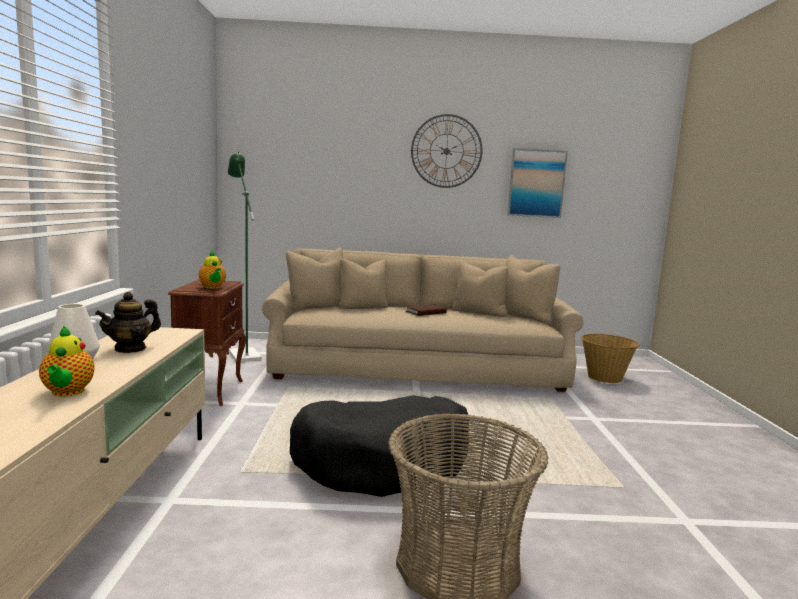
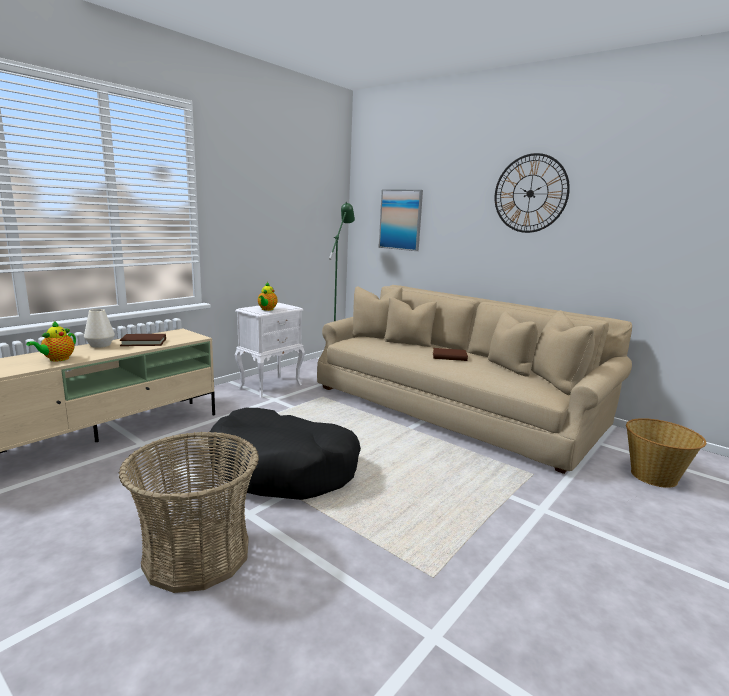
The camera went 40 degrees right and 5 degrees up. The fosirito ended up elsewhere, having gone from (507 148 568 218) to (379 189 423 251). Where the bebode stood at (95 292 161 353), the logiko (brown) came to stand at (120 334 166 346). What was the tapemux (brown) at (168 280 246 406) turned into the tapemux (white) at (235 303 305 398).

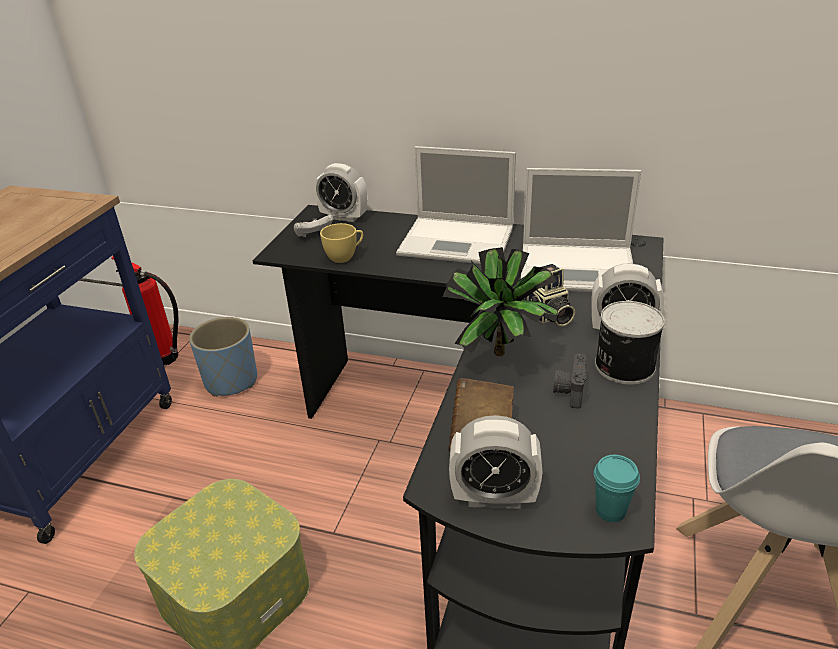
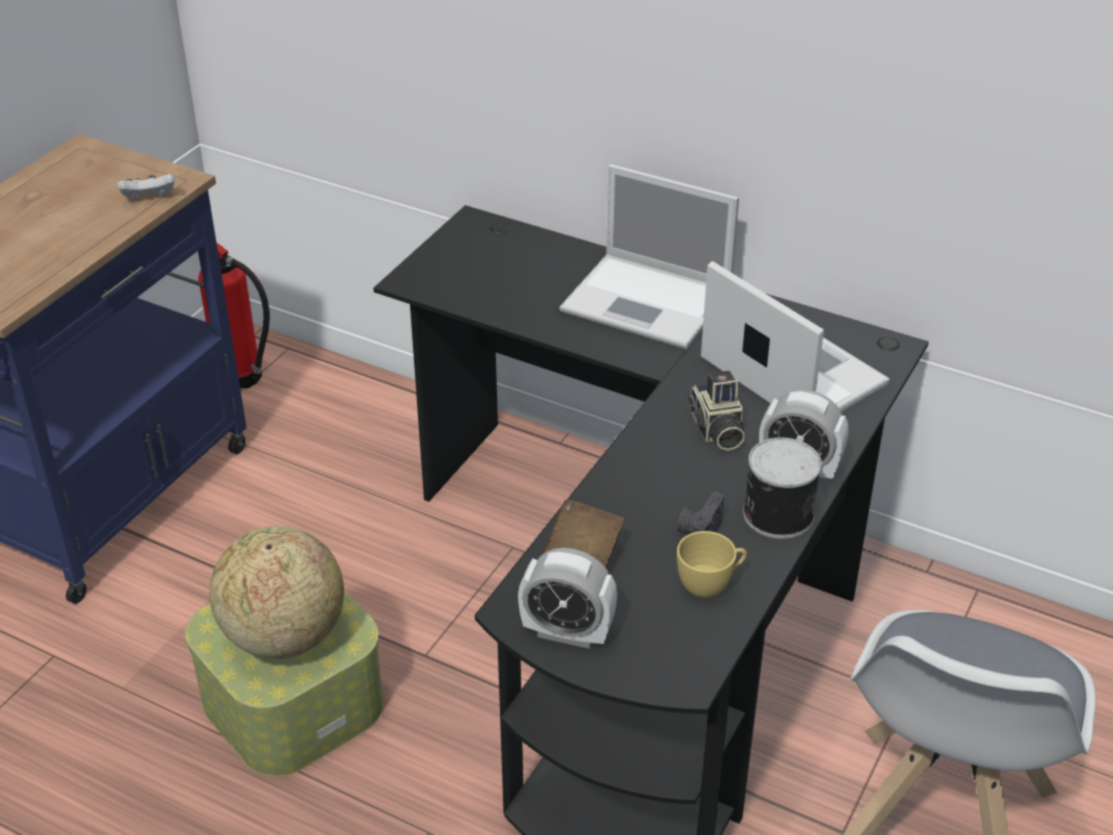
The camera went 10 degrees right and 5 degrees up. The second view lost the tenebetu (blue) at (189 317 257 397). The second view lost the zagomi at (315 163 367 222). The second view lost the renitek at (443 247 559 356). The second view lost the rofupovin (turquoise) at (594 455 640 522). The second view gained the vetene at (209 526 344 659). The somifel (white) ended up elsewhere, having gone from (294 215 333 238) to (117 174 175 200). The rofupovin (yellow) ended up elsewhere, having gone from (320 223 363 263) to (677 531 747 598). The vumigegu at (521 168 641 292) ended up facing another way, 150 degrees counterclockwise from before.

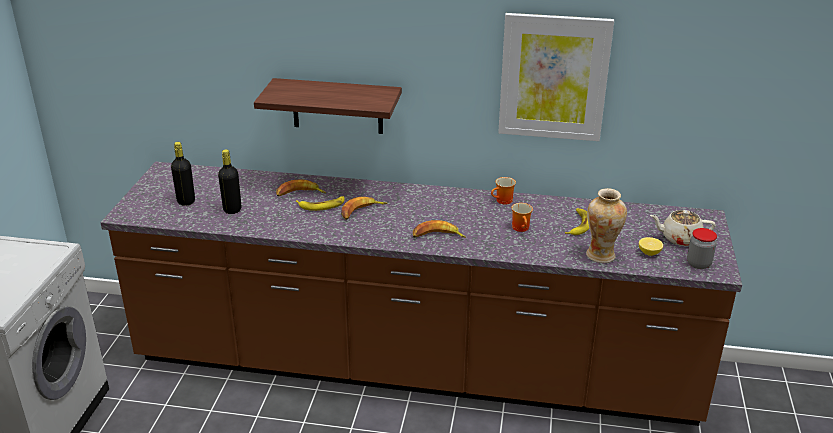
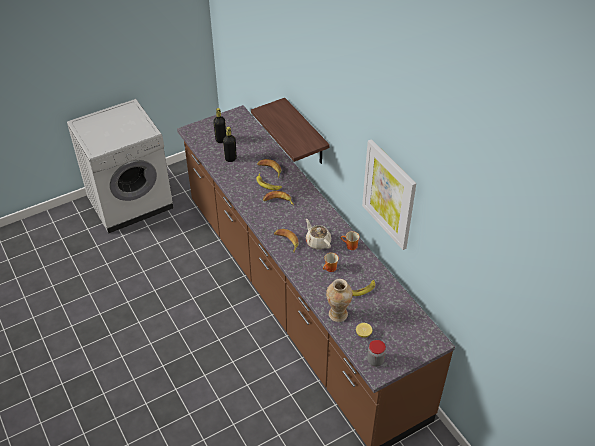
The camera went 50 degrees right and 15 degrees up. The bebode (beige) ended up elsewhere, having gone from (650 210 716 246) to (306 219 331 249).

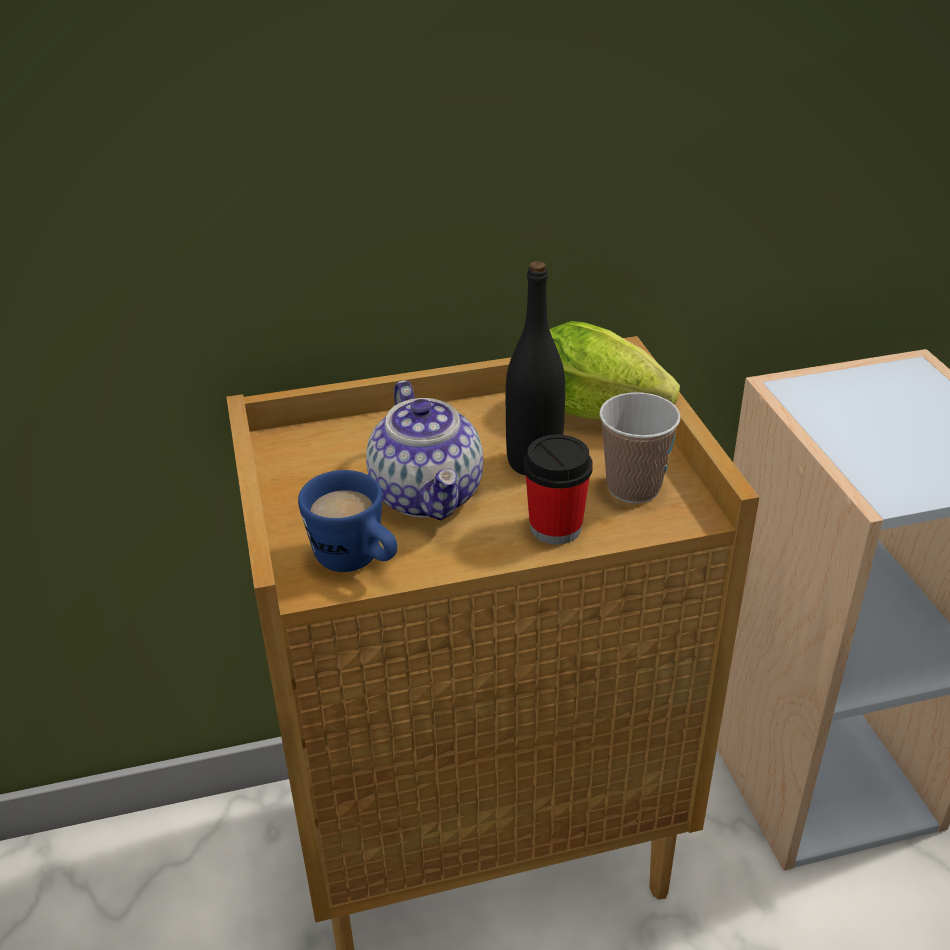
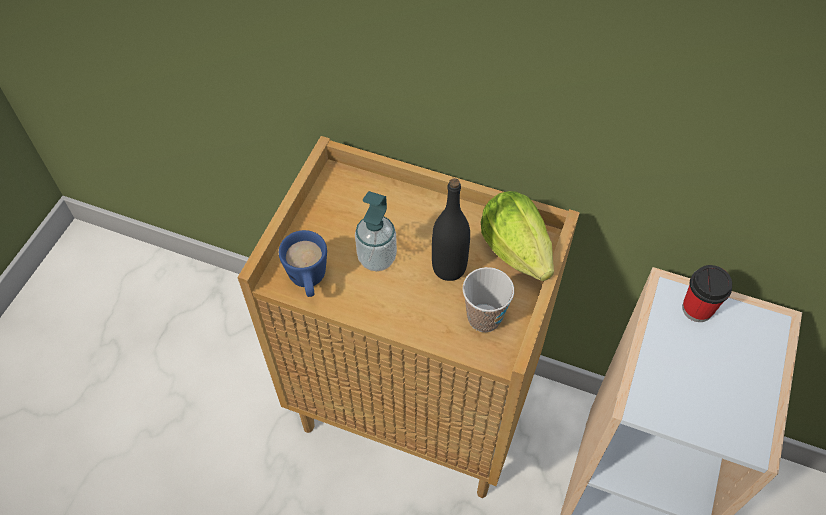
The camera went 35 degrees right and 20 degrees up. The rofupovin ended up elsewhere, having gone from (523 435 593 545) to (682 265 732 322). Where the bebode stood at (366 380 483 521), the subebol came to stand at (355 191 397 271).

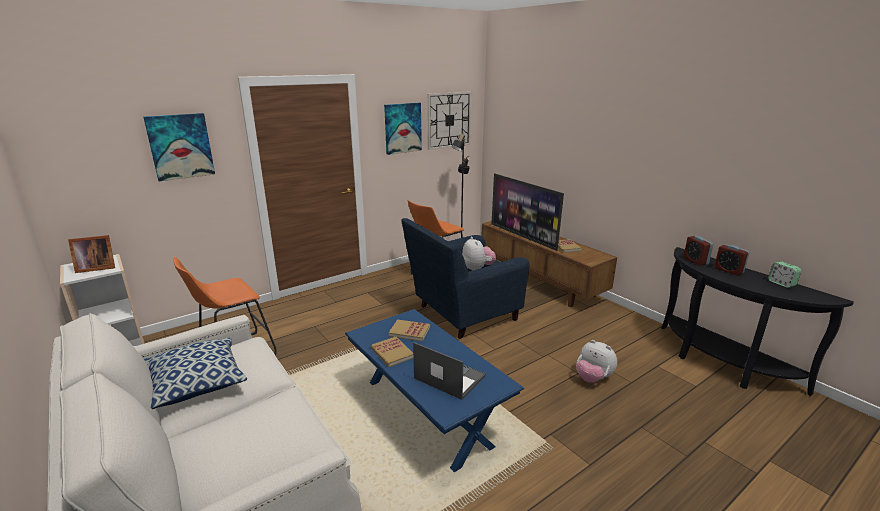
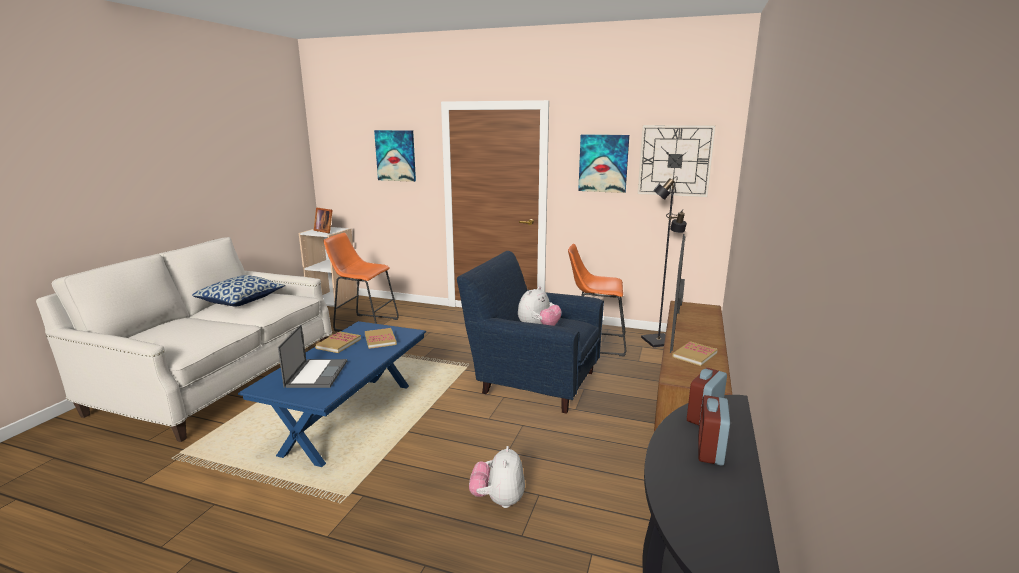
The camera went 55 degrees right and 5 degrees down. The second view lost the zagomi at (768 261 801 288).

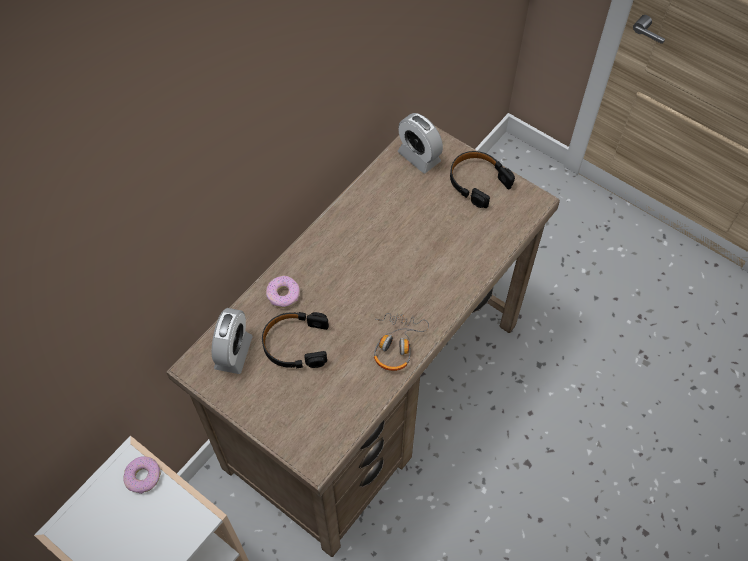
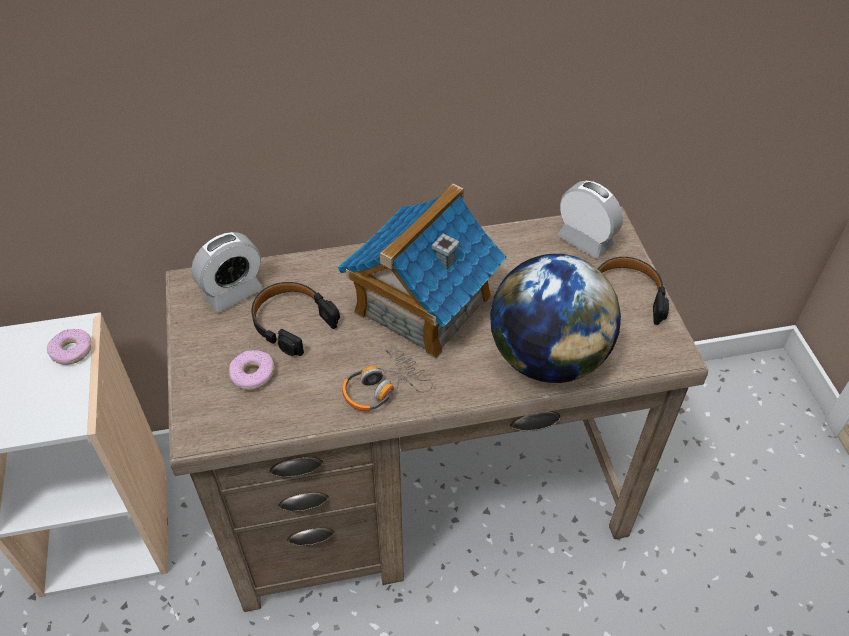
The camera went 40 degrees right and 10 degrees down. The second view gained the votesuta at (338 184 507 359). The second view gained the vetene at (490 254 621 383). The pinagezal ended up elsewhere, having gone from (266 276 300 308) to (229 350 275 390). The zagomi at (398 113 443 173) ended up facing another way, 135 degrees clockwise from before.

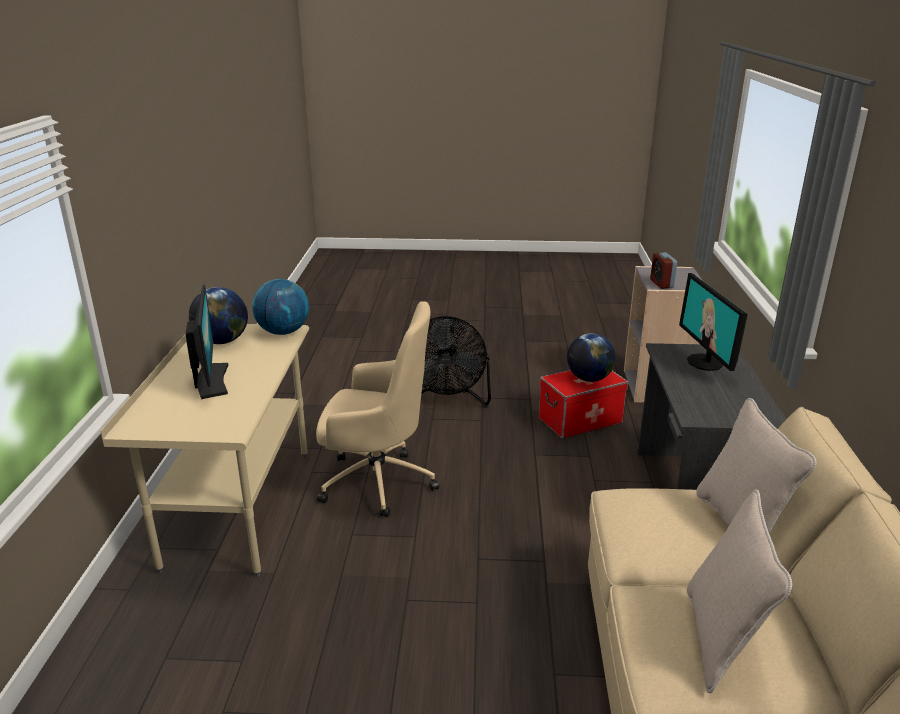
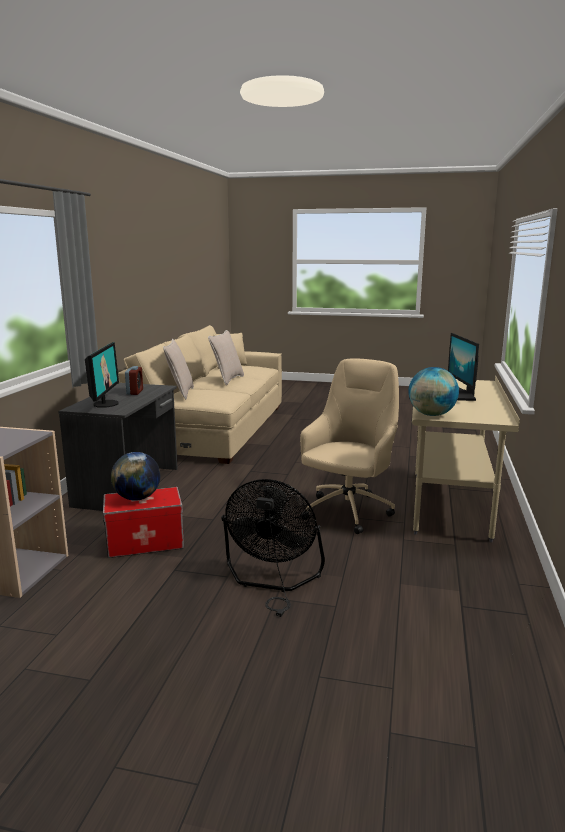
The camera went 170 degrees left and 10 degrees down. The second view lost the vetene at (189 287 248 344). The zagomi ended up elsewhere, having gone from (650 252 677 289) to (125 366 143 395). The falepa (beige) at (316 301 439 517) ended up facing another way, 105 degrees clockwise from before.

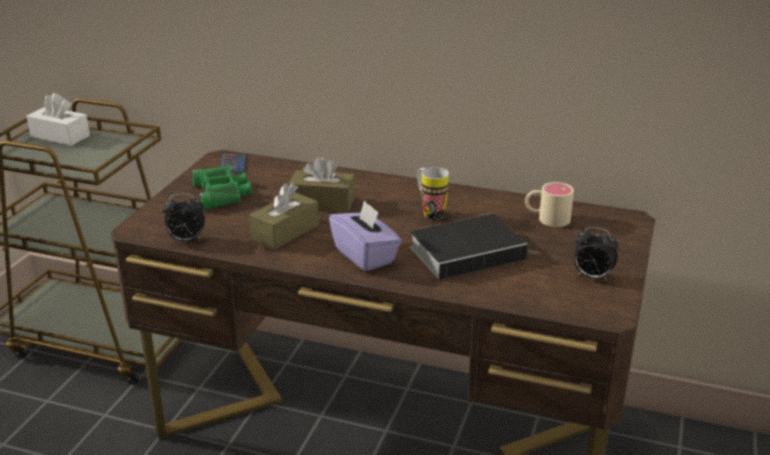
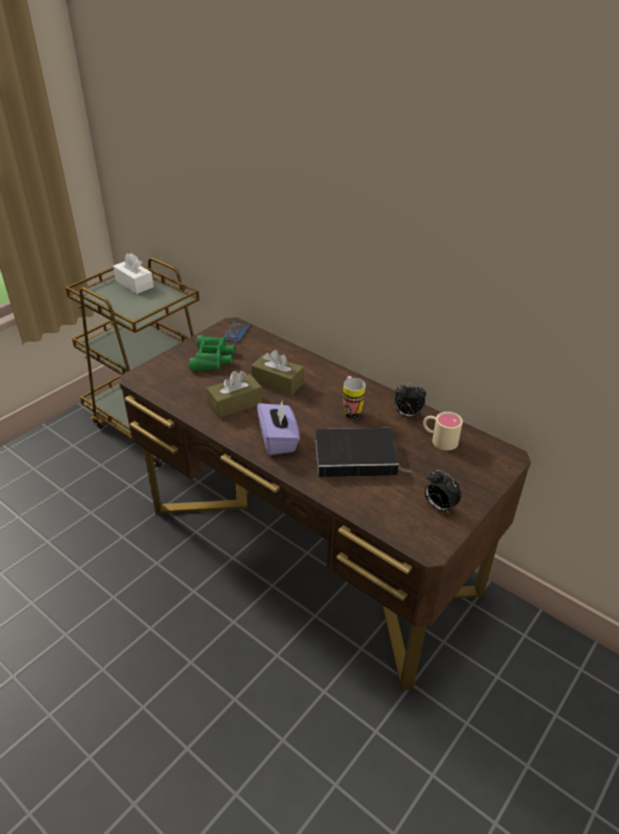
The camera went 20 degrees right and 10 degrees up. The zagomi ended up elsewhere, having gone from (162 194 205 243) to (395 383 426 418).

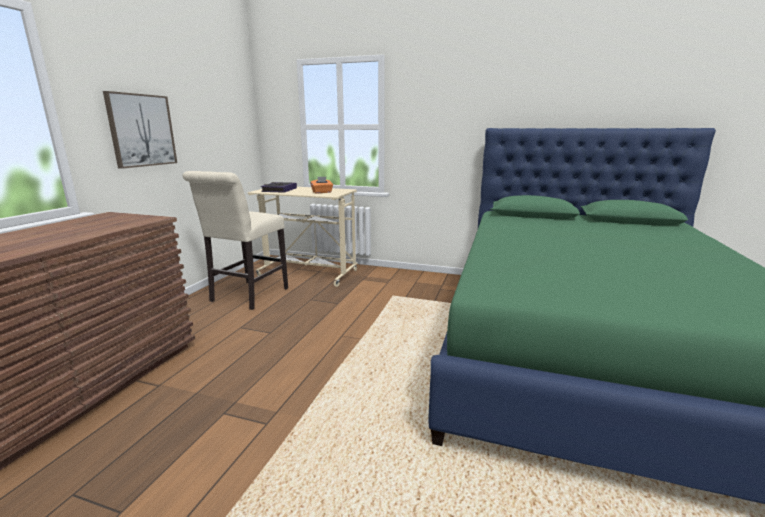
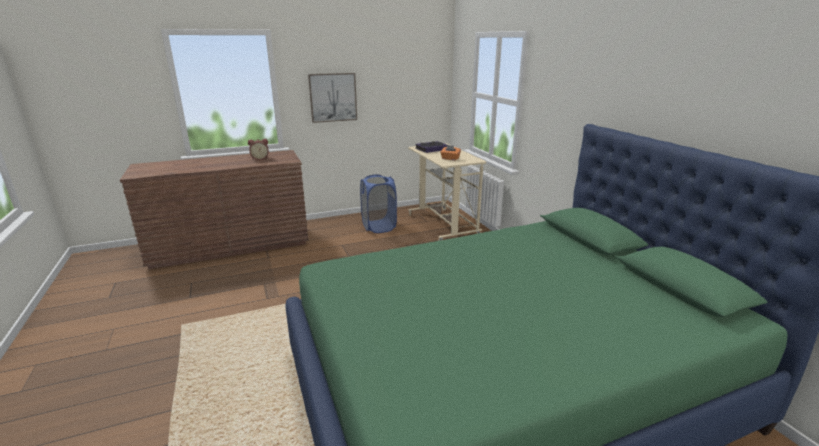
The camera went 50 degrees right and 5 degrees up. The second view gained the zagomi at (248 139 269 160). Where the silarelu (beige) stood at (183 171 288 310), the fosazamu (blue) came to stand at (360 175 397 233).

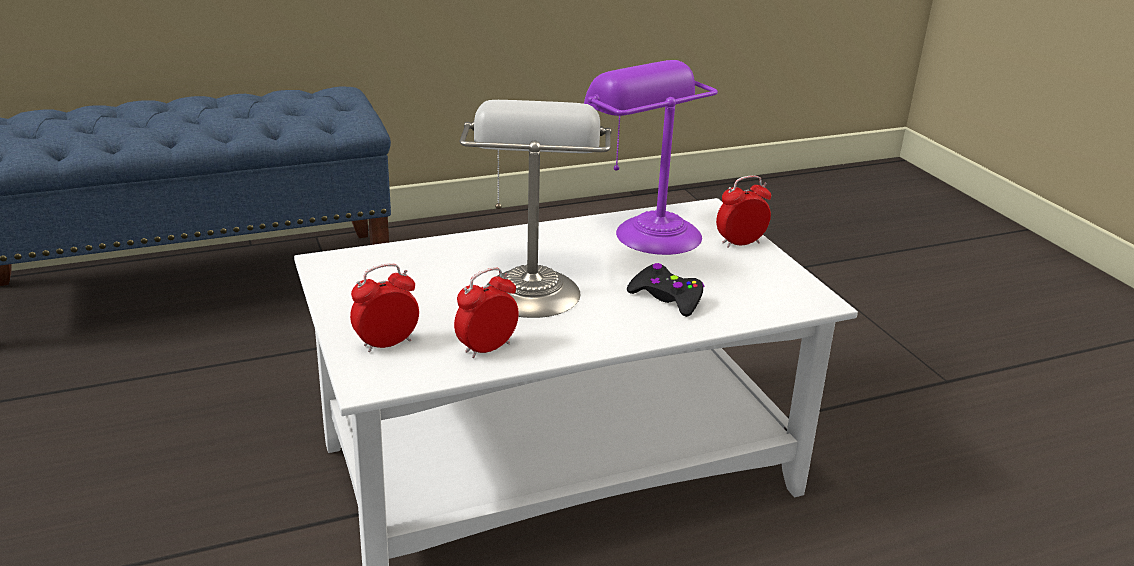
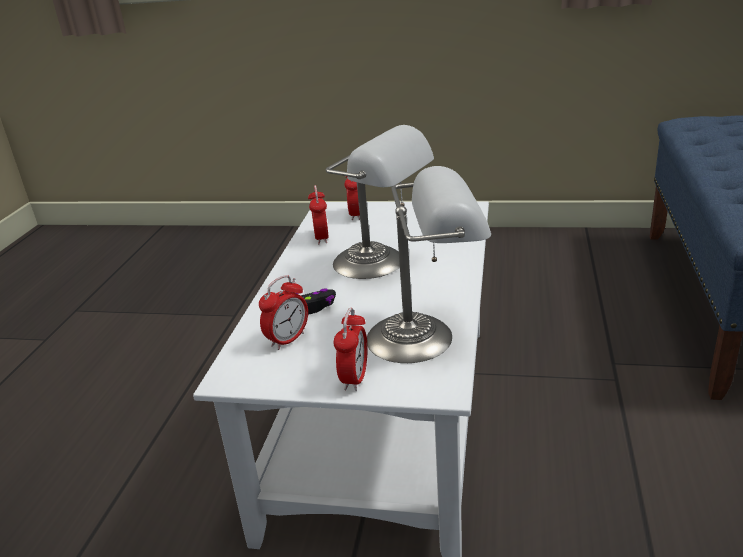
The camera went 125 degrees right and 0 degrees up. The second view gained the zagomi at (259 275 308 350). What was the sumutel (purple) at (584 60 718 255) turned into the sumutel (white) at (367 166 491 363).

